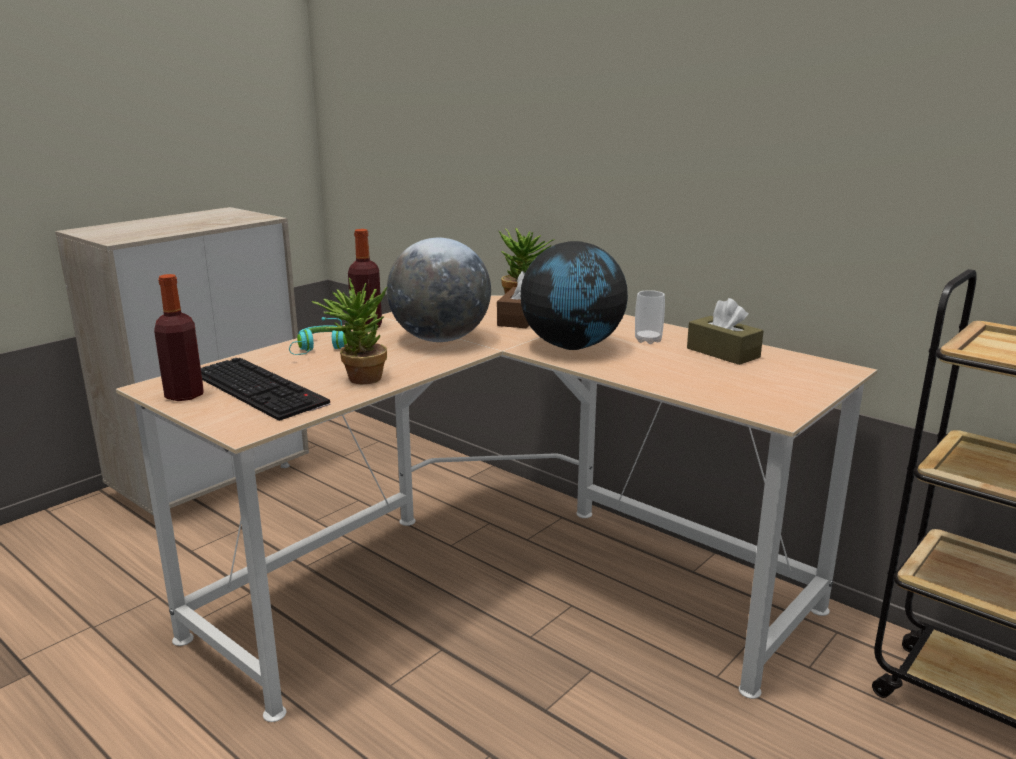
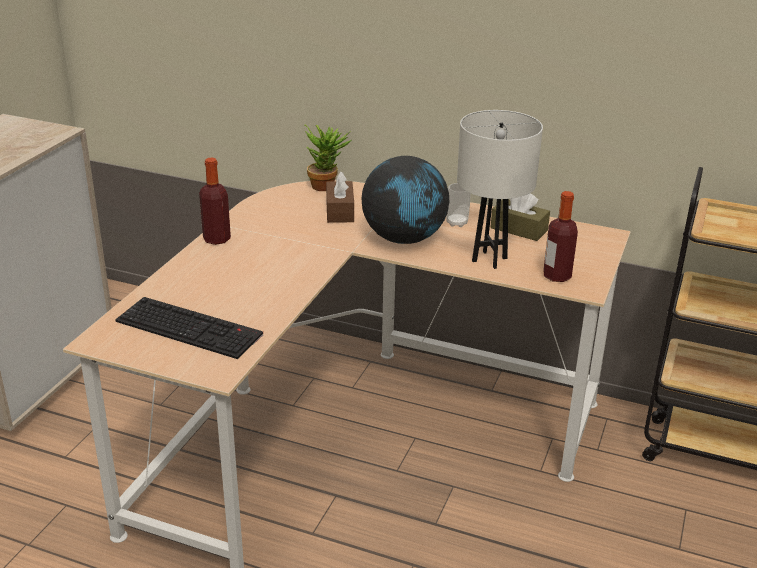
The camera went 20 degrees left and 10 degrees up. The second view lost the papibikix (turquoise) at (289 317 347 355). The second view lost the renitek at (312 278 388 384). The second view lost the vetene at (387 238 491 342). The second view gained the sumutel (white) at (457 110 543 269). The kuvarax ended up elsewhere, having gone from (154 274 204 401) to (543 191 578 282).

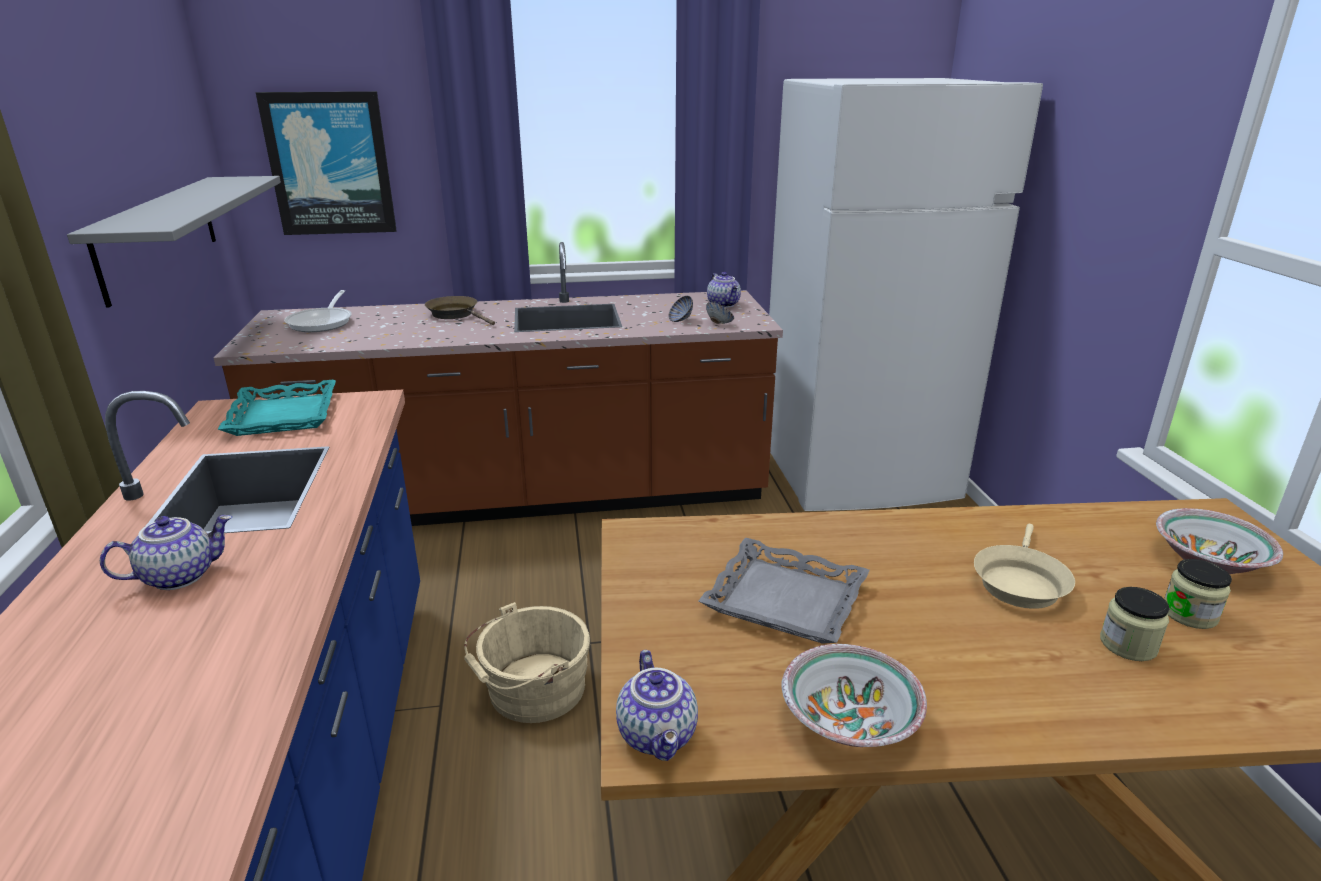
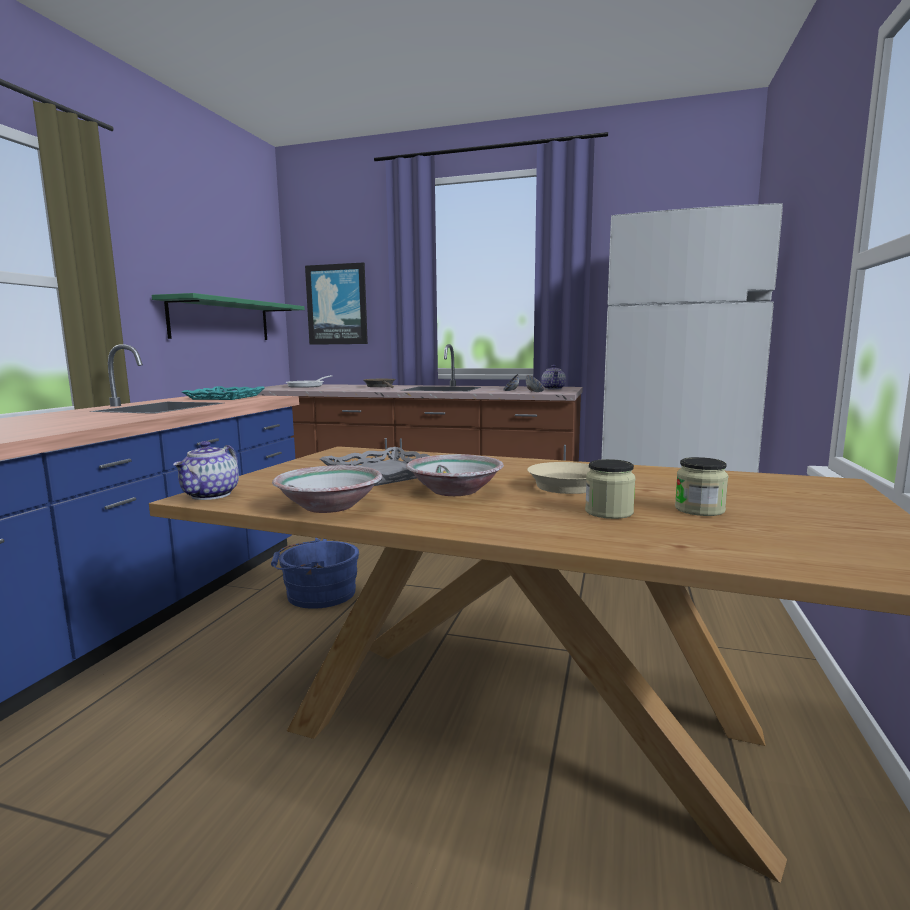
The camera went 25 degrees right and 15 degrees down. The second view lost the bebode at (100 515 232 590). The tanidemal ended up elsewhere, having gone from (1156 508 1283 574) to (406 454 504 496). What was the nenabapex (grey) at (67 176 281 308) turned into the nenabapex (green) at (152 293 305 340). What was the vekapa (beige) at (464 602 590 723) turned into the vekapa (blue) at (271 538 359 609).

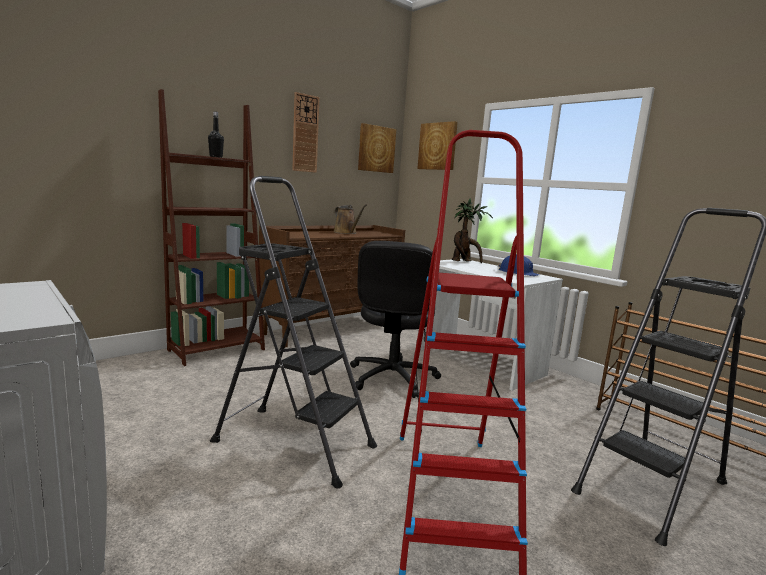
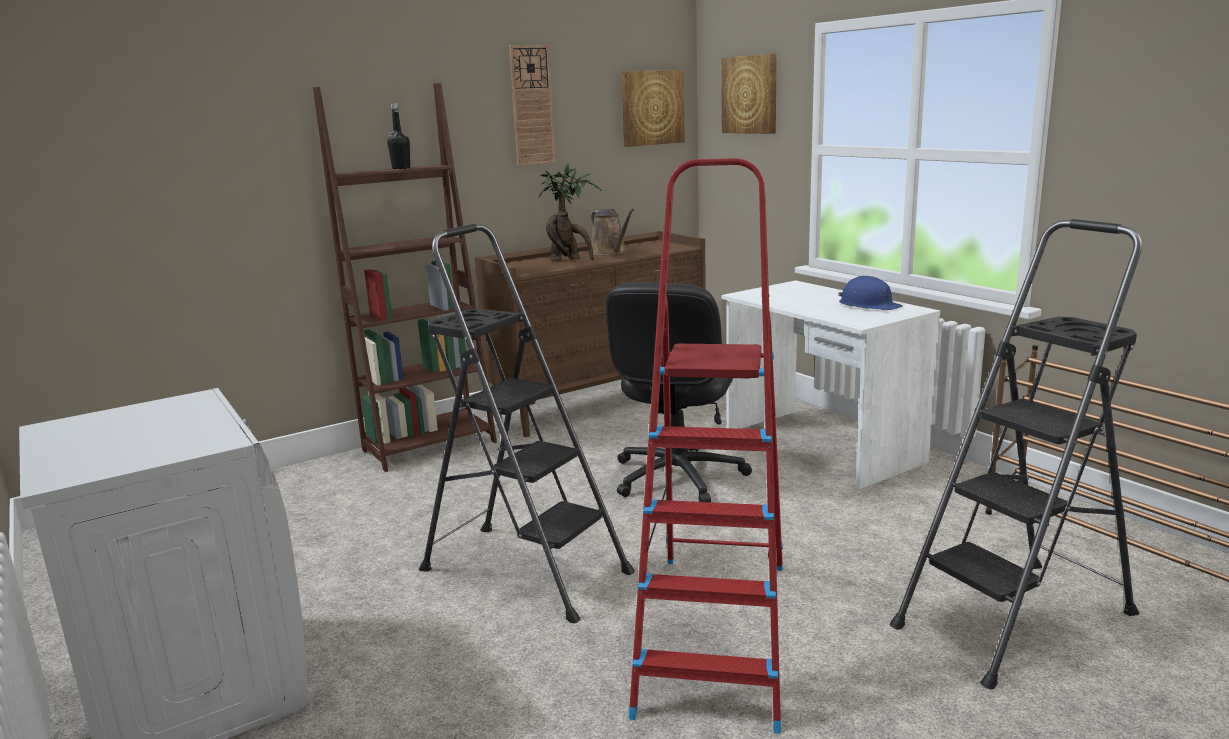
The camera went 10 degrees right and 5 degrees up. The renitek ended up elsewhere, having gone from (452 198 493 263) to (539 163 602 260).

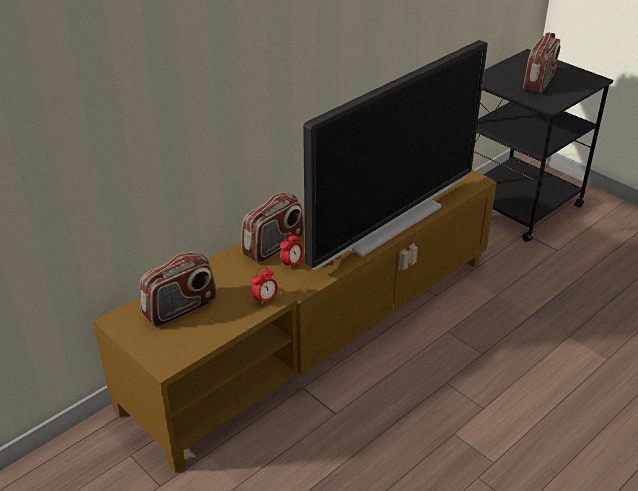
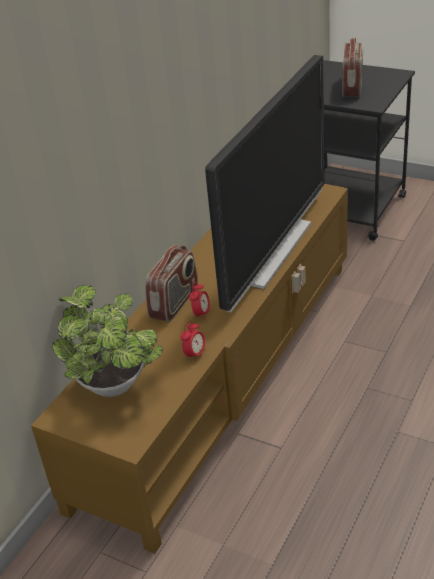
The camera went 15 degrees left and 0 degrees up. Where the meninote stood at (140 252 217 327), the renitek came to stand at (52 285 163 397).

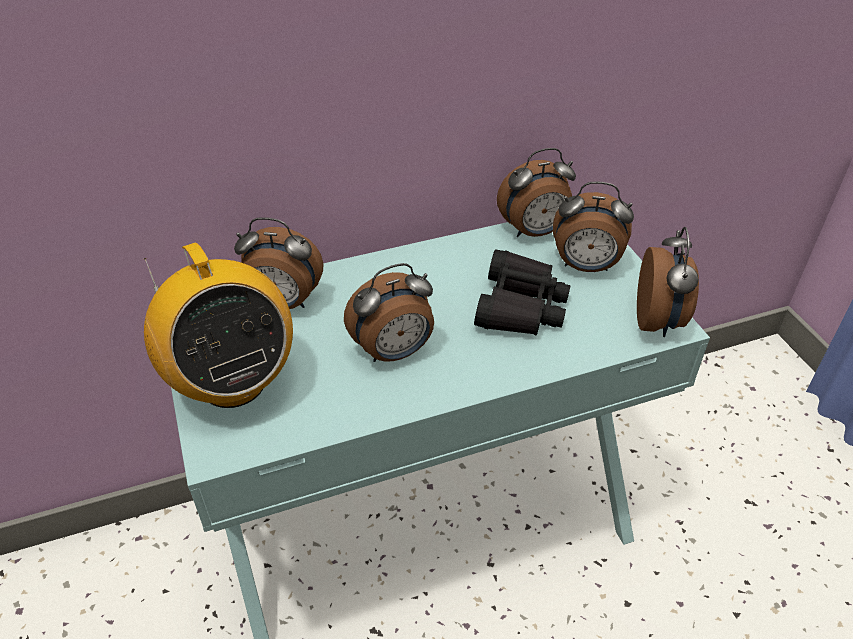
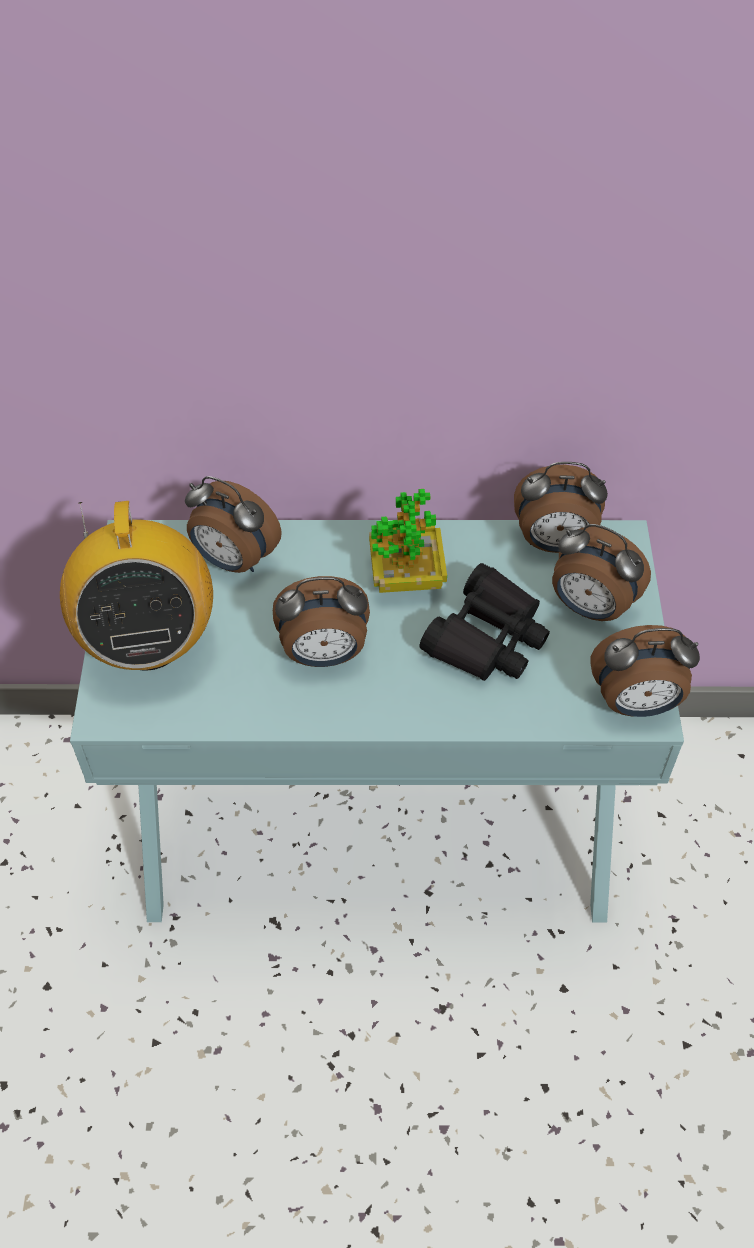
The camera went 20 degrees right and 10 degrees up. The second view gained the renitek at (369 489 447 593). The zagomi at (637 227 699 337) ended up facing another way, 60 degrees clockwise from before.

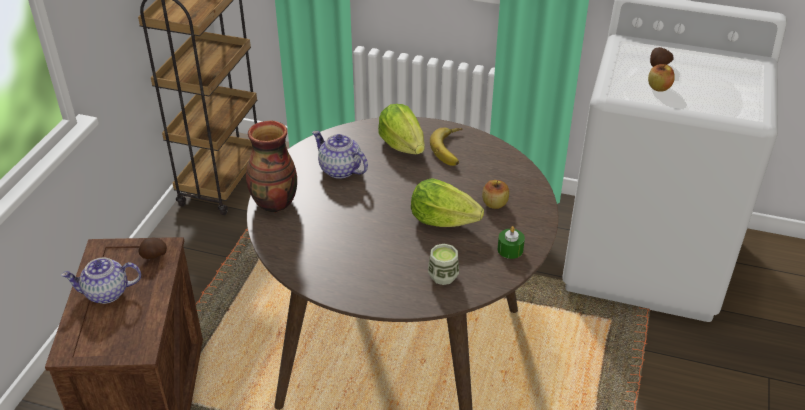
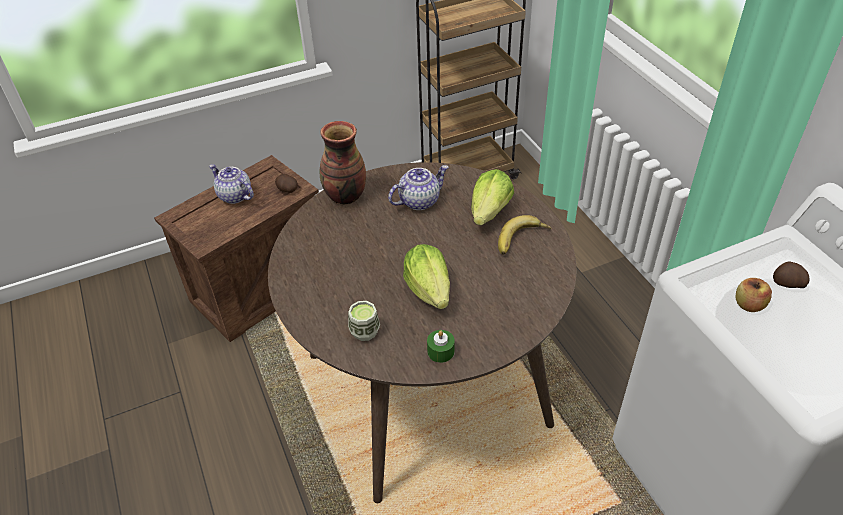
The camera went 50 degrees right and 5 degrees up. The second view lost the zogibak at (482 180 509 209). The bebode at (312 131 368 179) ended up facing another way, 60 degrees clockwise from before.

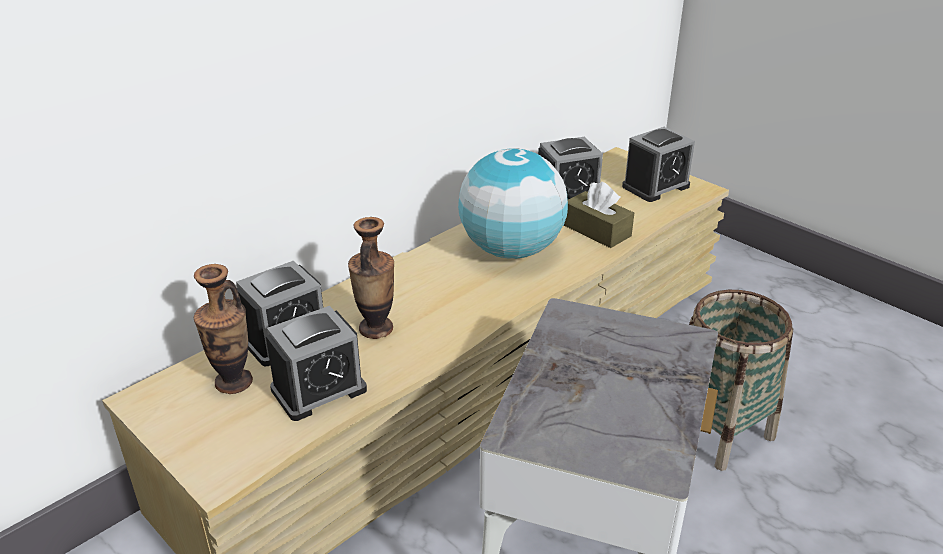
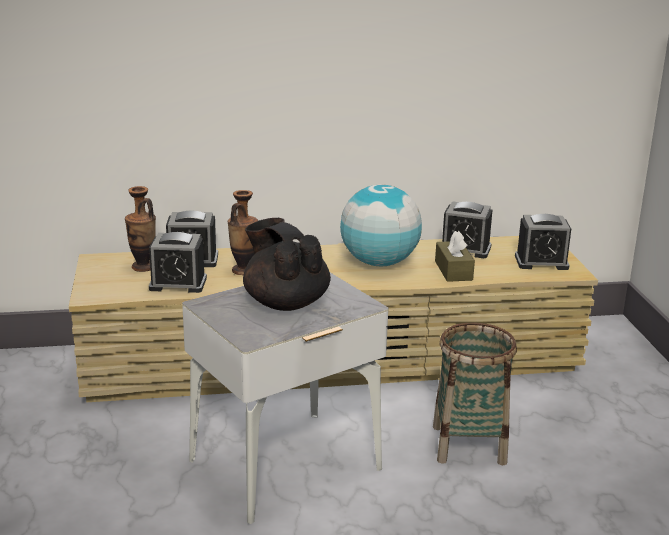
The camera went 35 degrees right and 10 degrees down. The second view gained the bebode (black) at (243 218 331 311).

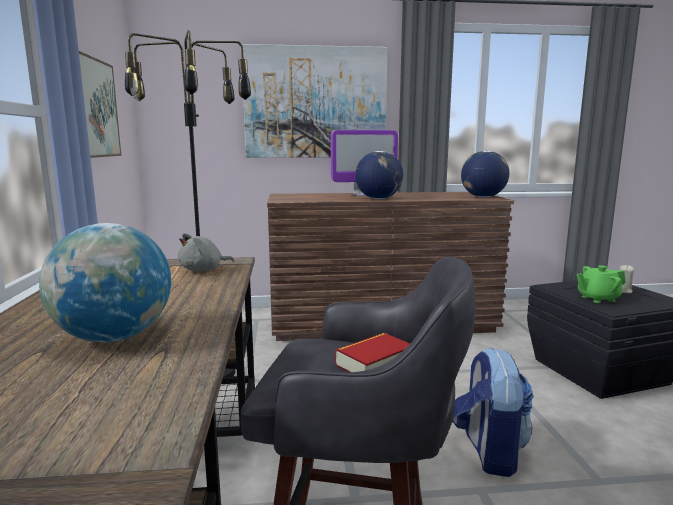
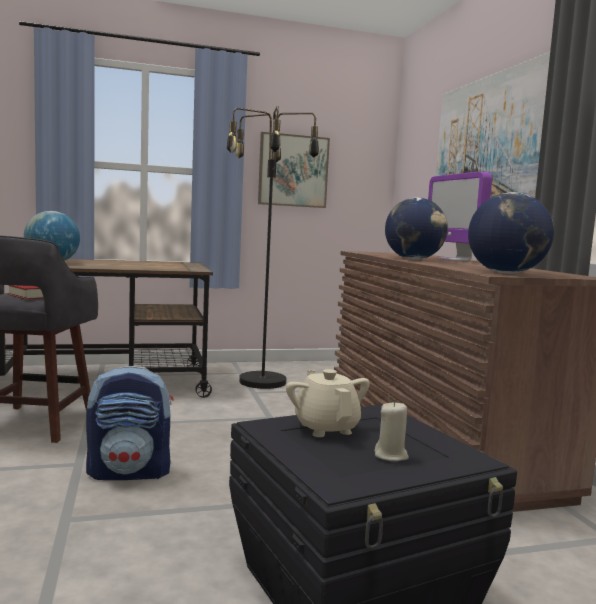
The camera went 80 degrees right and 5 degrees down. The second view lost the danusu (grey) at (178 233 234 272). What was the bebode (green) at (577 265 626 303) turned into the bebode (beige) at (286 369 370 437).

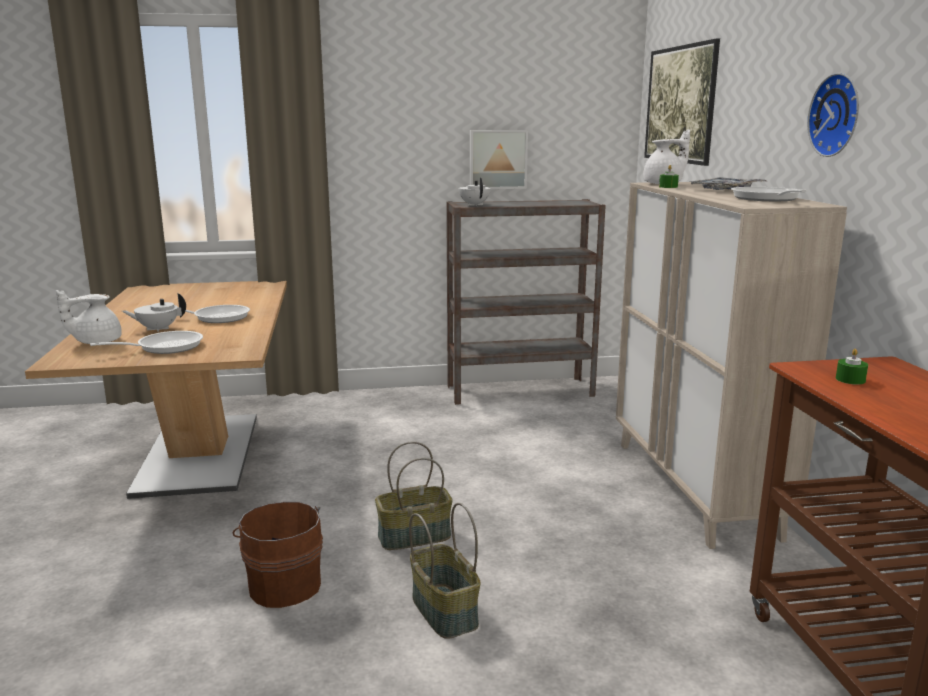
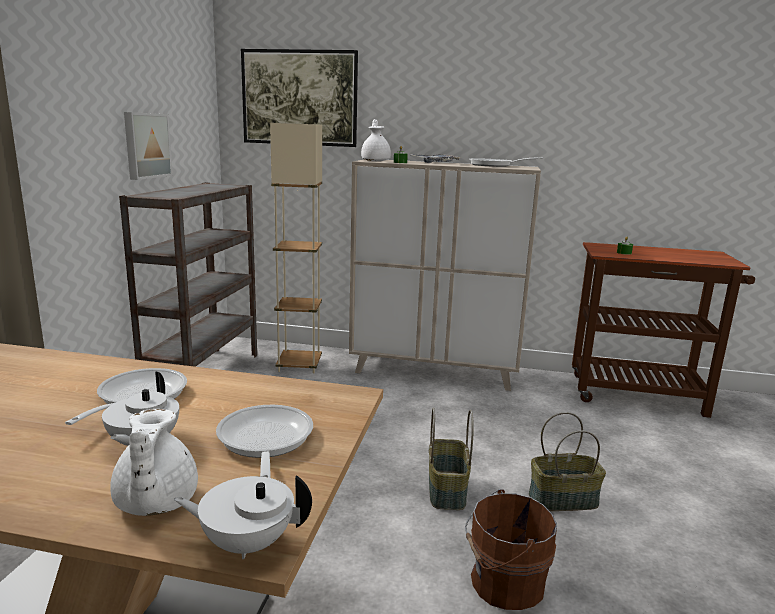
The camera went 70 degrees left and 0 degrees up. The second view lost the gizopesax at (807 73 859 157). The second view gained the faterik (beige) at (270 123 322 374). The bebode (white) ended up elsewhere, having gone from (459 177 491 206) to (174 475 312 559).

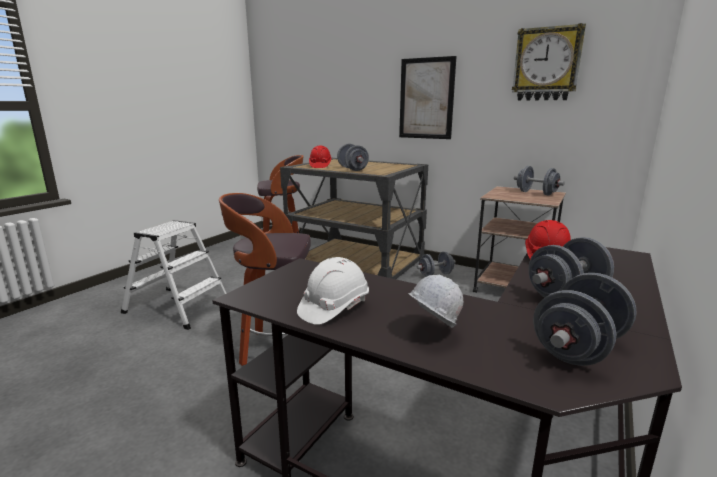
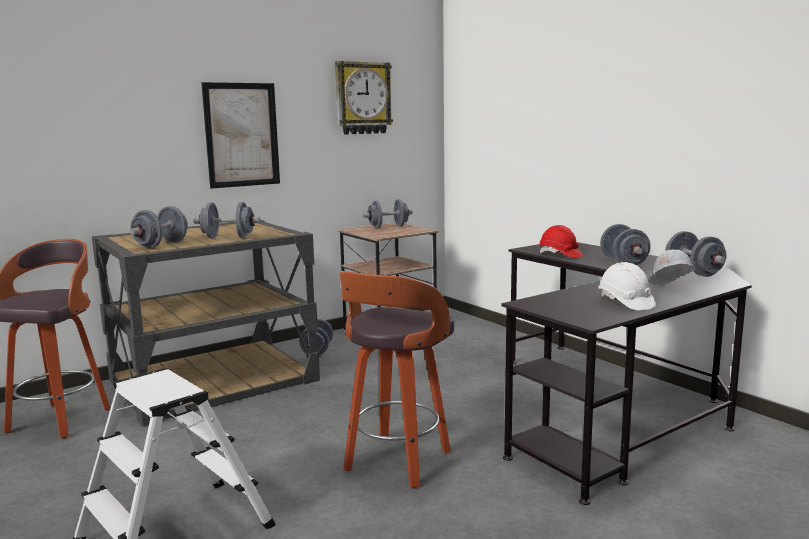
The camera went 65 degrees left and 5 degrees down. Where the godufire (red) stood at (309 146 332 168), the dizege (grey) came to stand at (130 206 188 248).

